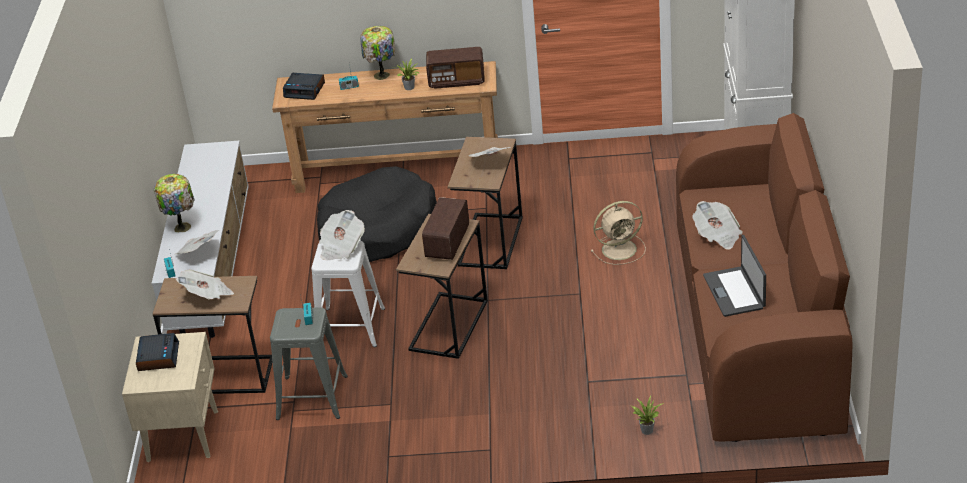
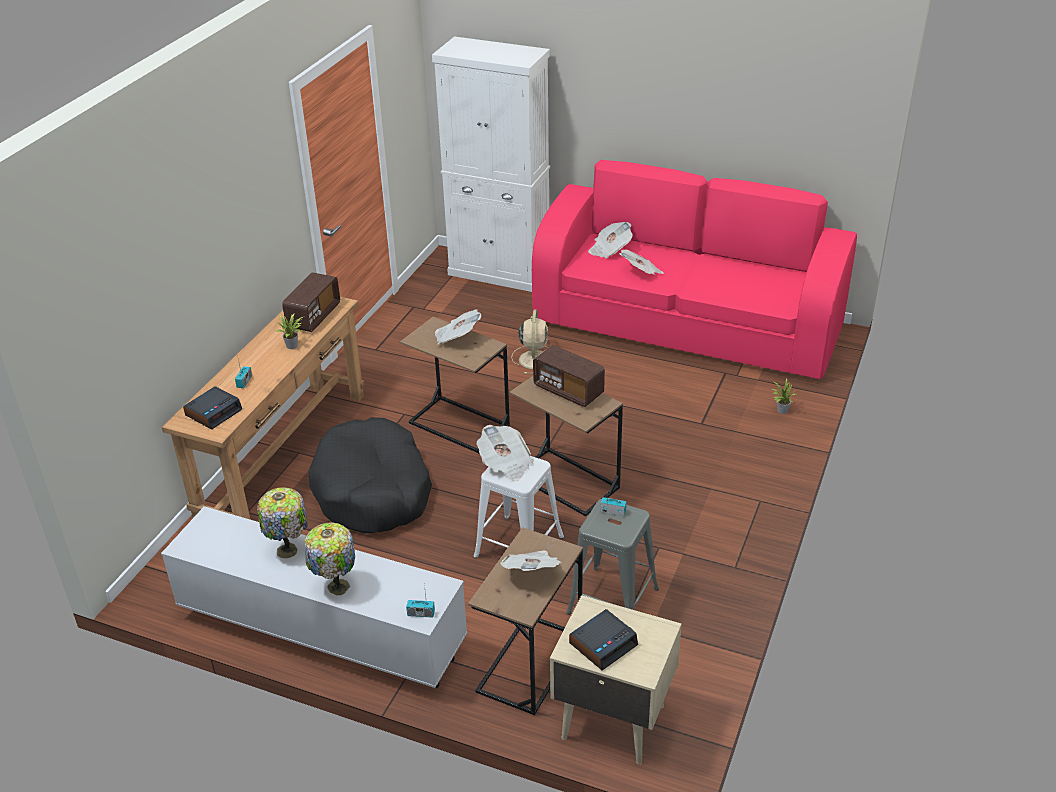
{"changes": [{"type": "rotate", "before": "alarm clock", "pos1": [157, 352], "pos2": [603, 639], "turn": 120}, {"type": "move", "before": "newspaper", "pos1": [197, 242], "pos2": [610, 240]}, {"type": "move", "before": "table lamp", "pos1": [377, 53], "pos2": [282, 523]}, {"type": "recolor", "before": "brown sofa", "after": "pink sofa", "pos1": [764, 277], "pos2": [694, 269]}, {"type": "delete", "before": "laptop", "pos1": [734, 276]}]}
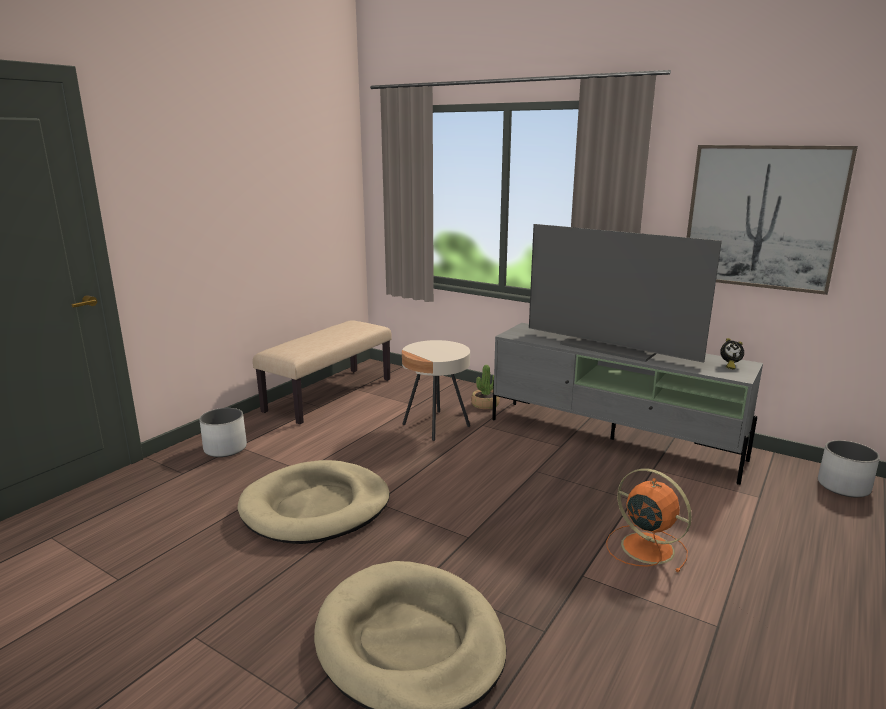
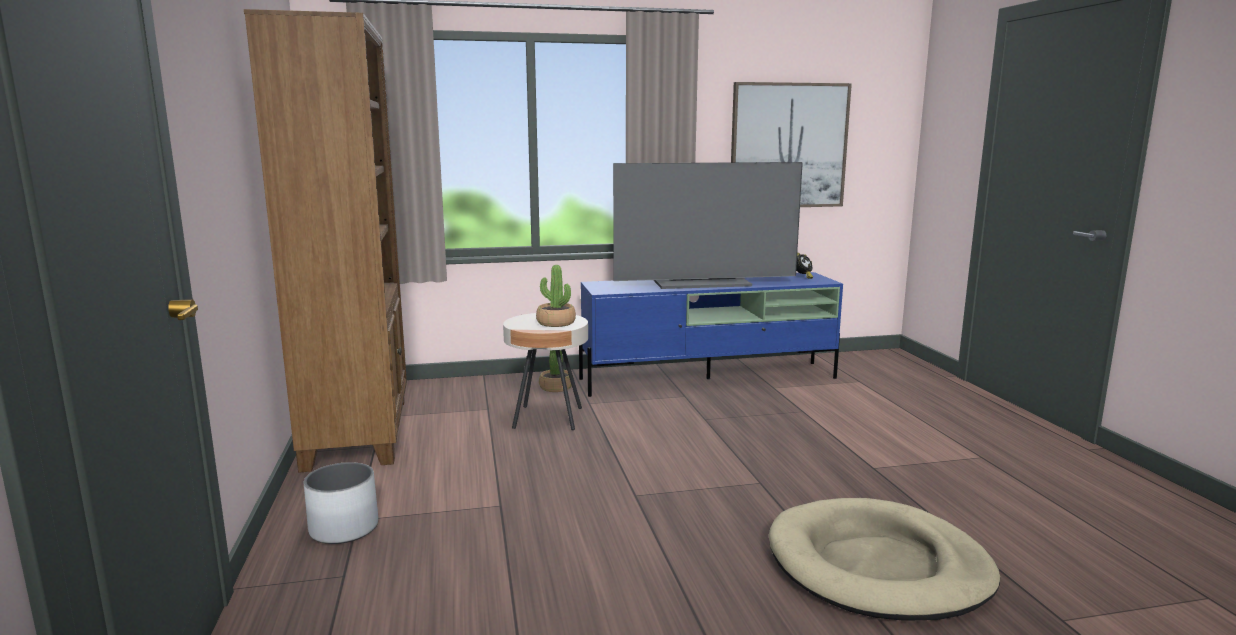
{"changes": [{"type": "delete", "before": "beige dog bed", "pos1": [313, 502]}, {"type": "replace", "before": "beige bench", "after": "brown bookcase", "pos1": [322, 372], "pos2": [325, 241]}, {"type": "recolor", "before": "grey tv stand", "after": "blue tv stand", "pos1": [627, 404], "pos2": [711, 334]}, {"type": "delete", "before": "orange fan", "pos1": [649, 521]}, {"type": "delete", "before": "white planter", "pos1": [849, 468]}, {"type": "insert", "after": "potted plant", "pos2": [556, 296]}]}
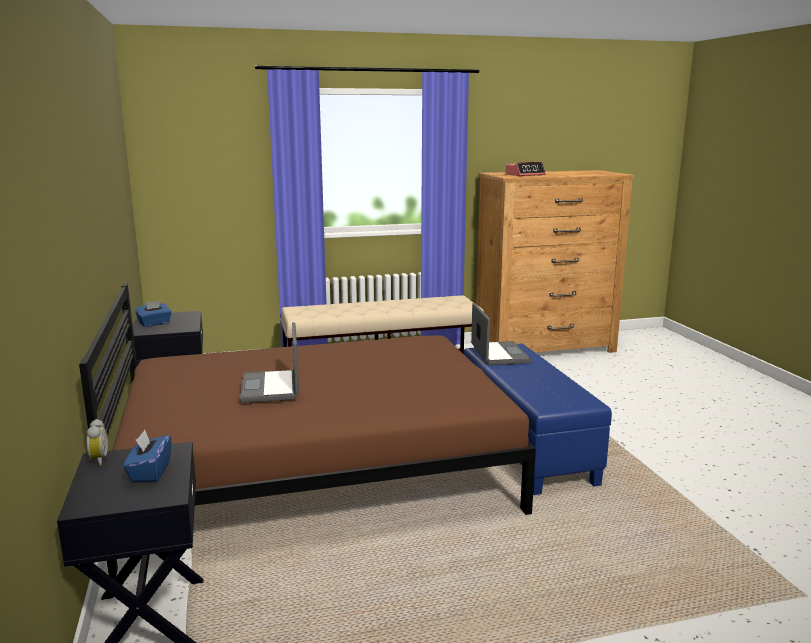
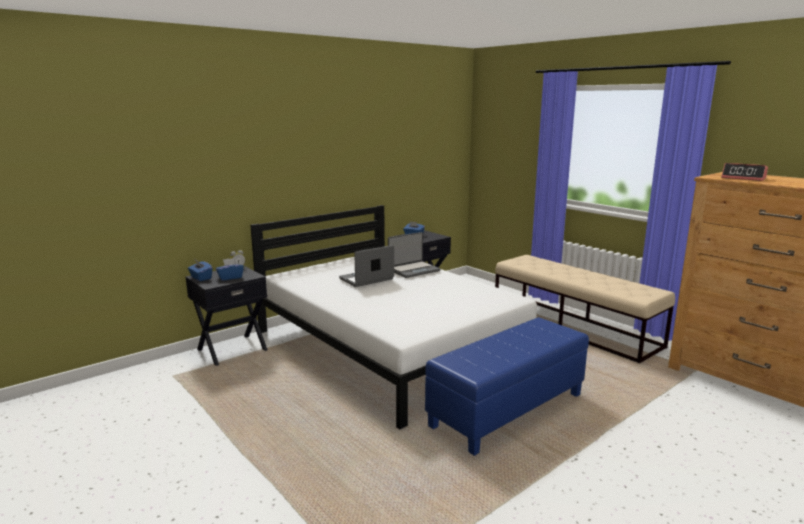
{"changes": [{"type": "recolor", "before": "brown bed", "after": "white bed", "pos1": [307, 431], "pos2": [393, 317]}, {"type": "move", "before": "laptop", "pos1": [501, 334], "pos2": [414, 255]}, {"type": "insert", "after": "blue tissue box", "pos2": [200, 270]}]}
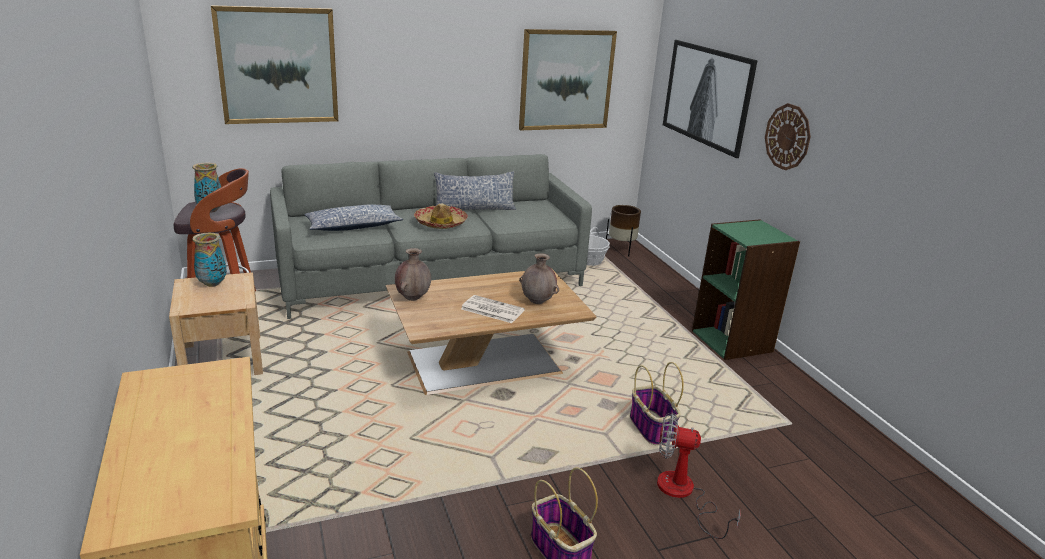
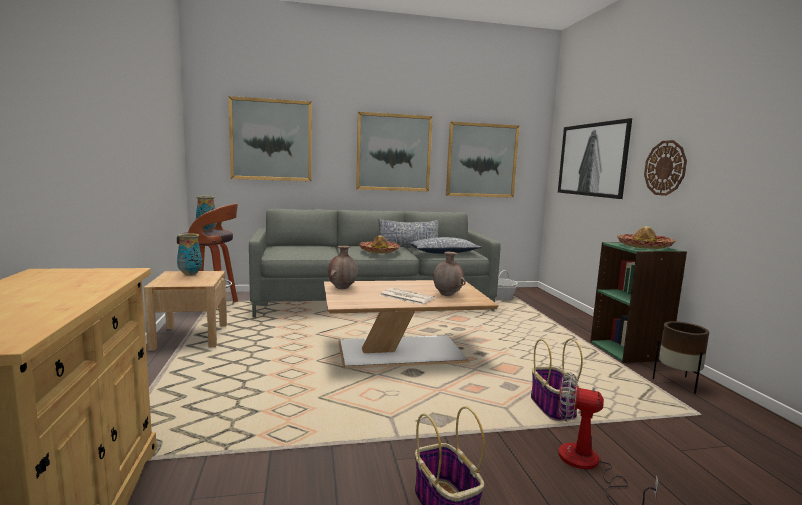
{"changes": [{"type": "move", "before": "pillow", "pos1": [353, 218], "pos2": [445, 245]}, {"type": "move", "before": "brown planter", "pos1": [623, 231], "pos2": [680, 357]}, {"type": "insert", "after": "picture", "pos2": [394, 151]}, {"type": "insert", "after": "hat", "pos2": [646, 237]}]}
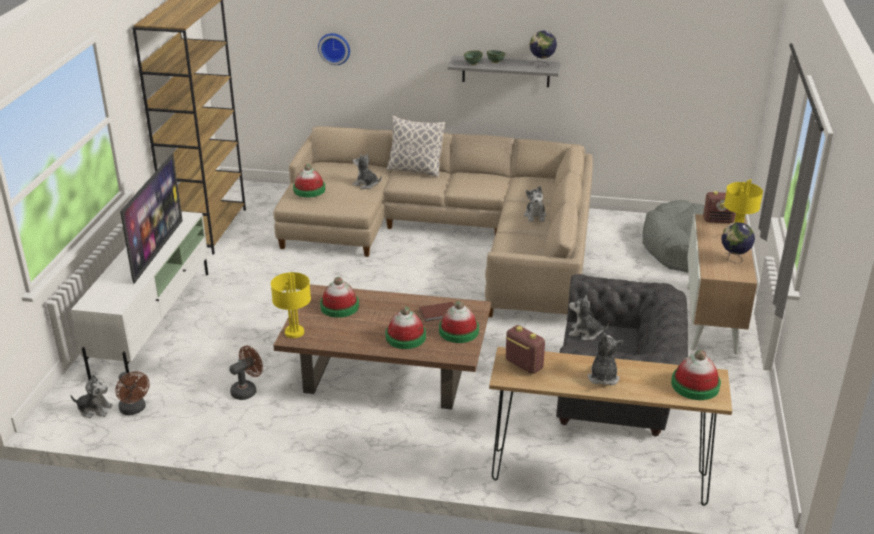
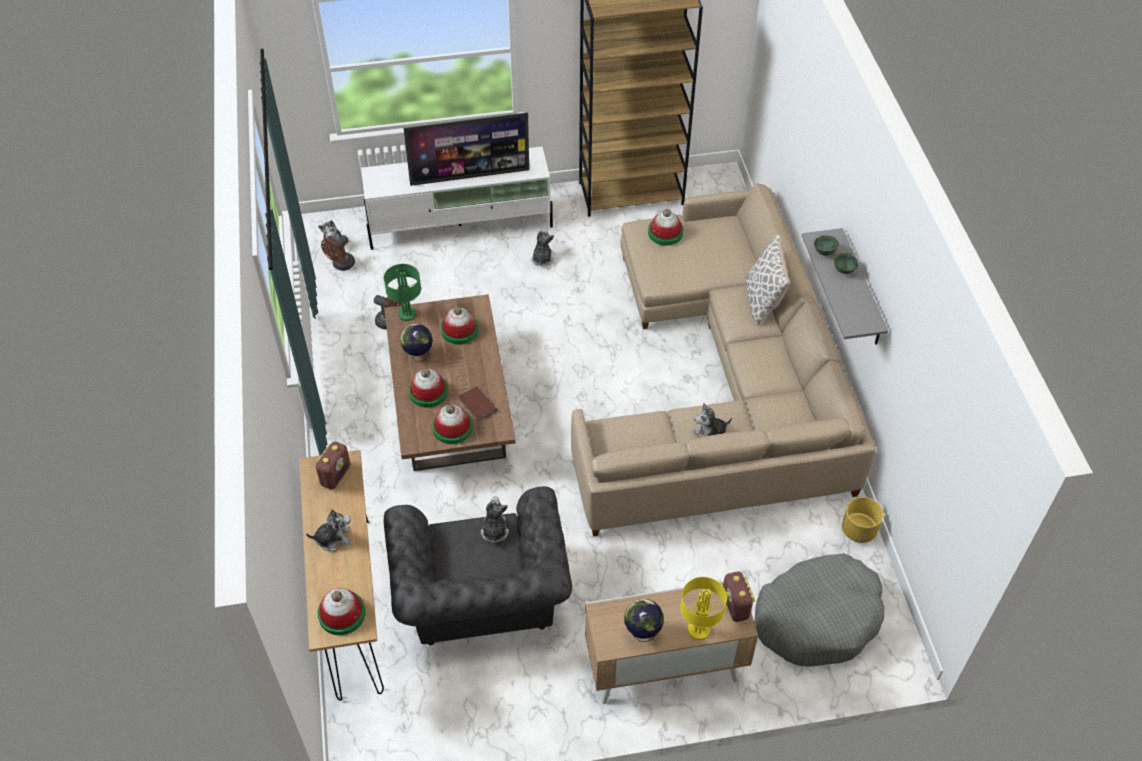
{"changes": [{"type": "recolor", "before": "yellow table lamp", "after": "green table lamp", "pos1": [291, 305], "pos2": [402, 292]}, {"type": "delete", "before": "wall clock", "pos1": [334, 49]}, {"type": "move", "before": "plush toy", "pos1": [367, 171], "pos2": [542, 247]}, {"type": "move", "before": "globe", "pos1": [543, 49], "pos2": [416, 343]}, {"type": "insert", "after": "yellow planter", "pos2": [862, 520]}]}
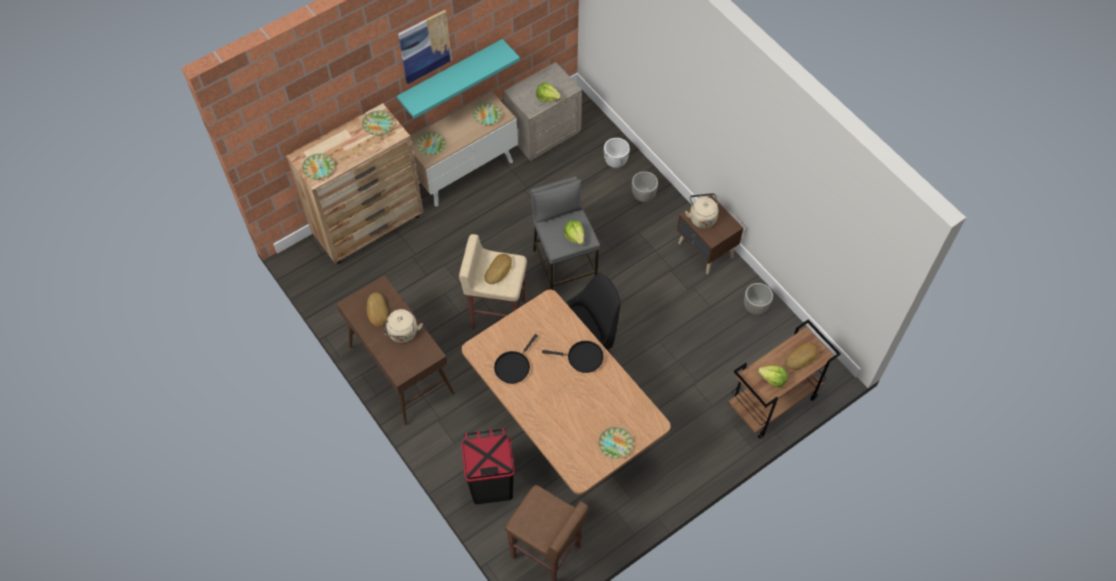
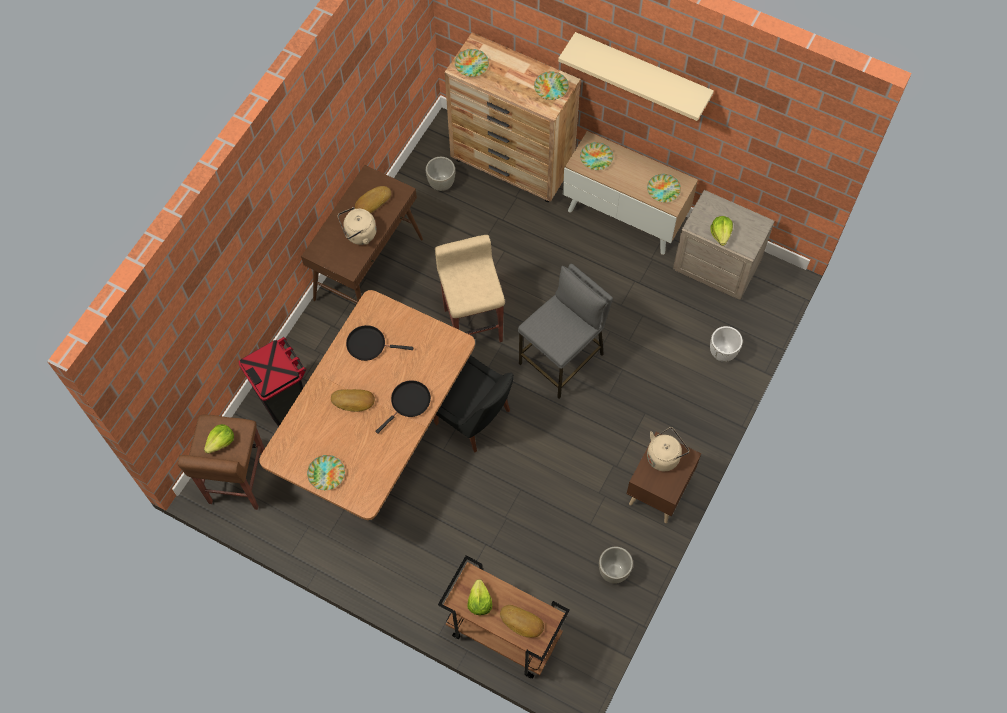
{"changes": [{"type": "delete", "before": "turquoise shelf", "pos1": [458, 78]}, {"type": "replace", "before": "picture", "after": "beige shelf", "pos1": [425, 47], "pos2": [636, 76]}, {"type": "move", "before": "bread", "pos1": [498, 269], "pos2": [353, 400]}, {"type": "rotate", "before": "black frying pan", "pos1": [573, 357], "pos2": [403, 407], "turn": -120}, {"type": "move", "before": "lettuce", "pos1": [574, 232], "pos2": [219, 439]}, {"type": "move", "before": "grey planter", "pos1": [645, 186], "pos2": [440, 174]}]}
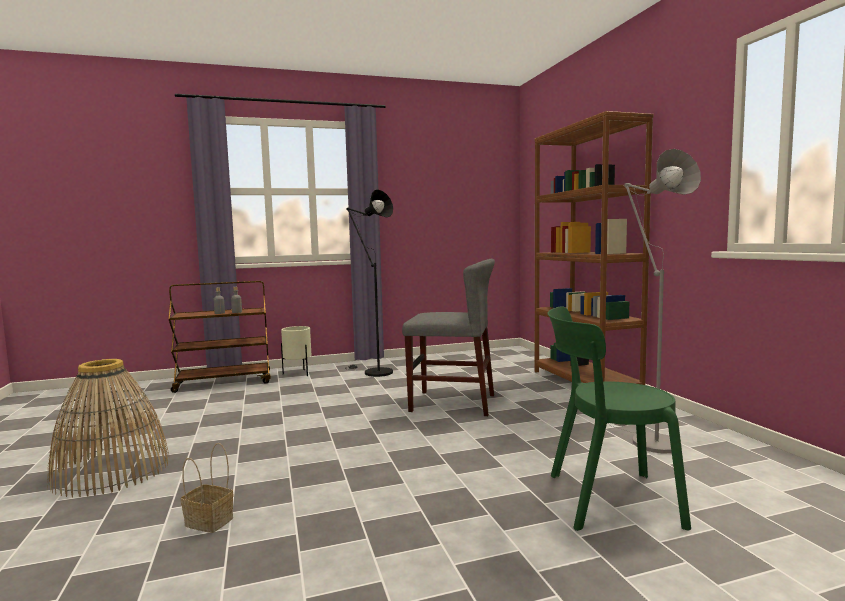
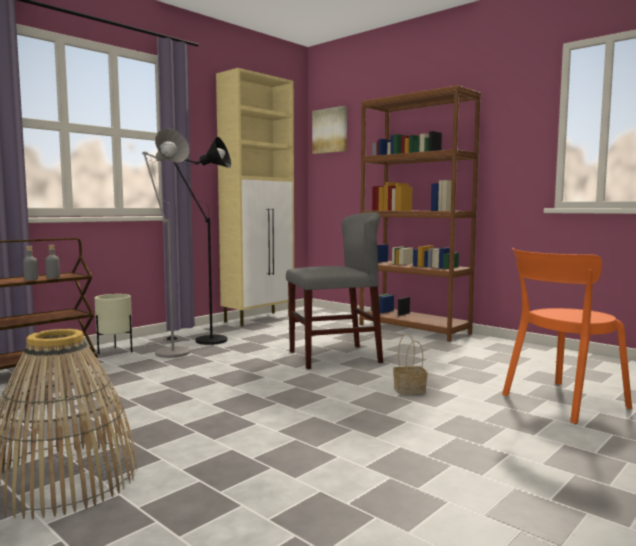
{"changes": [{"type": "move", "before": "basket", "pos1": [207, 488], "pos2": [410, 364]}, {"type": "recolor", "before": "green chair", "after": "orange chair", "pos1": [619, 418], "pos2": [567, 336]}, {"type": "move", "before": "grey floor lamp", "pos1": [656, 301], "pos2": [166, 243]}, {"type": "insert", "after": "beige cabinet", "pos2": [255, 197]}, {"type": "insert", "after": "picture", "pos2": [329, 130]}]}
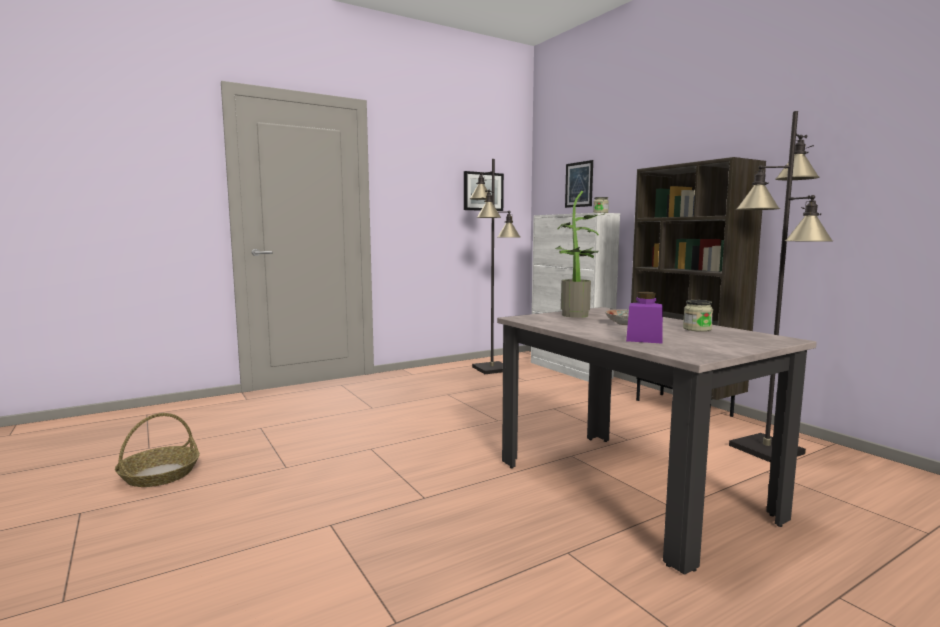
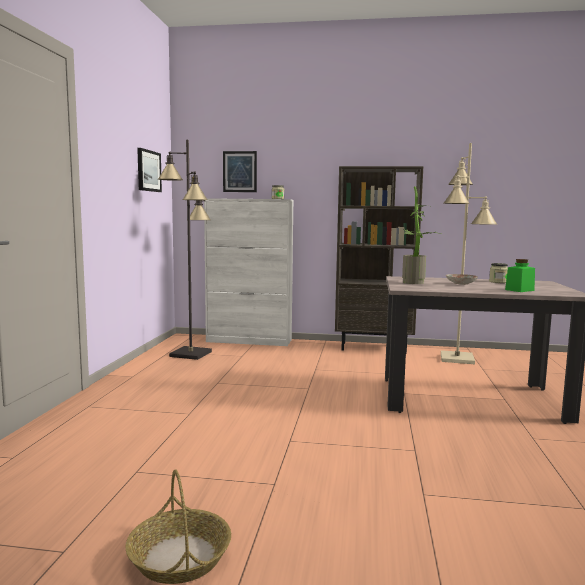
{"changes": [{"type": "recolor", "before": "purple jar", "after": "green jar", "pos1": [644, 317], "pos2": [520, 275]}, {"type": "recolor", "before": "black floor lamp", "after": "beige floor lamp", "pos1": [781, 287], "pos2": [469, 253]}]}
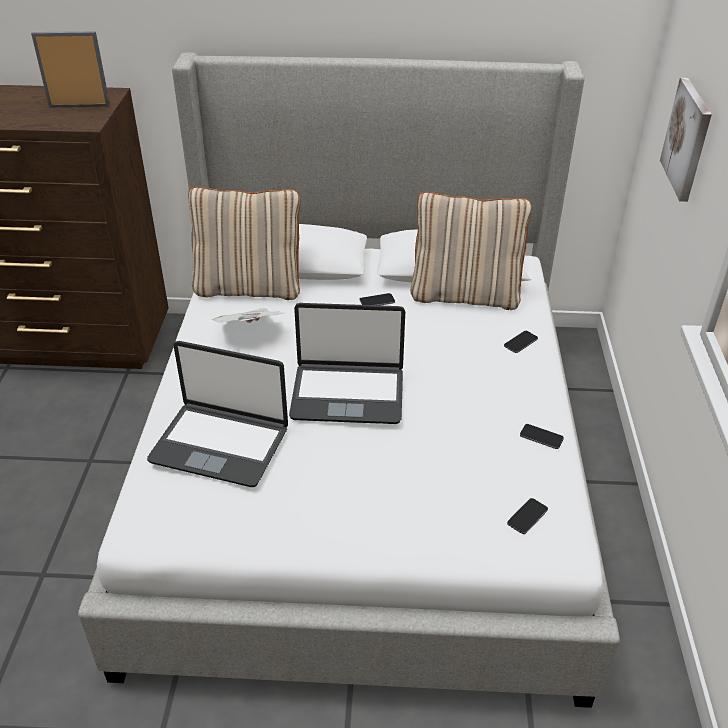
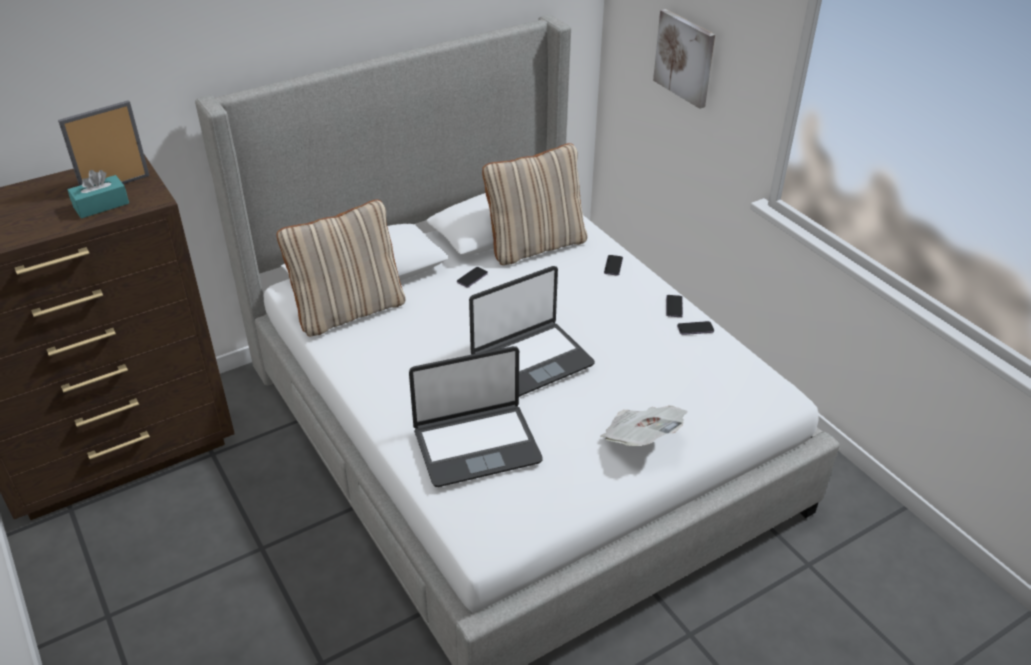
{"changes": [{"type": "move", "before": "newspaper", "pos1": [247, 315], "pos2": [643, 426]}, {"type": "move", "before": "phone", "pos1": [527, 516], "pos2": [674, 306]}, {"type": "insert", "after": "turquoise tissue box", "pos2": [98, 194]}]}
